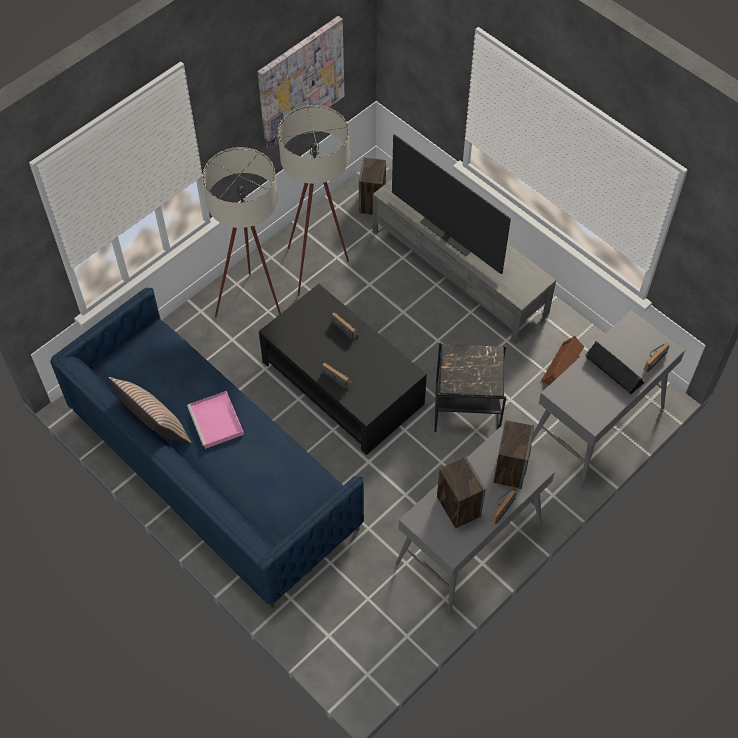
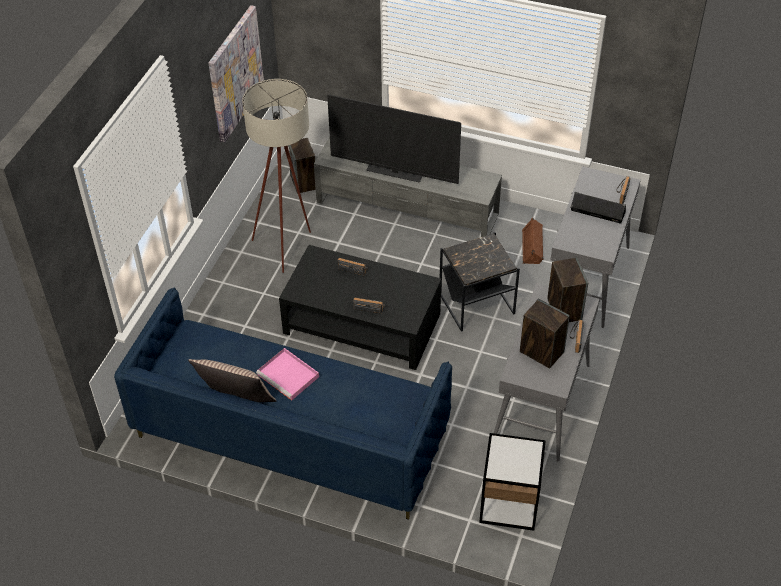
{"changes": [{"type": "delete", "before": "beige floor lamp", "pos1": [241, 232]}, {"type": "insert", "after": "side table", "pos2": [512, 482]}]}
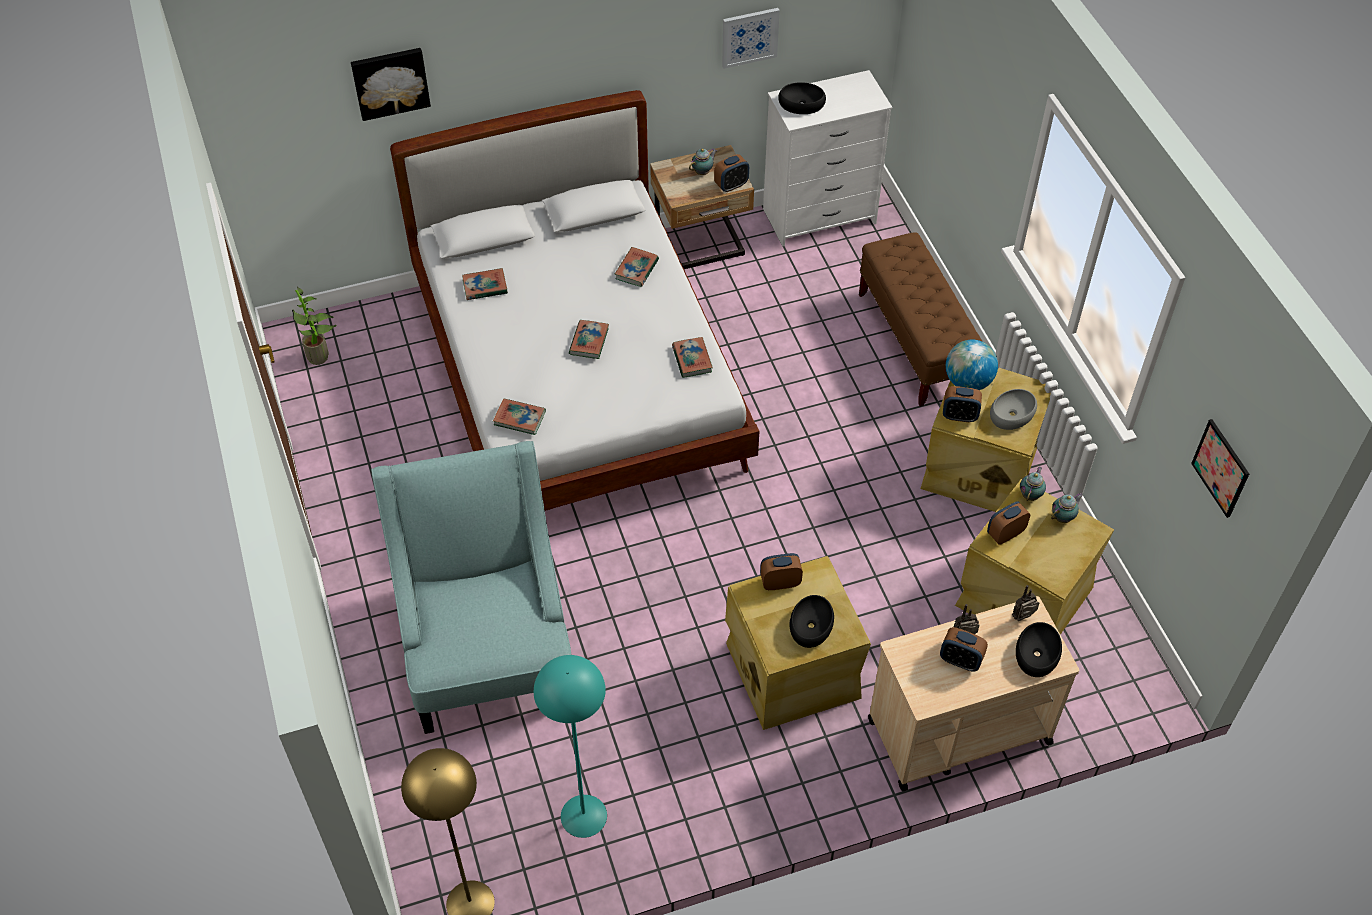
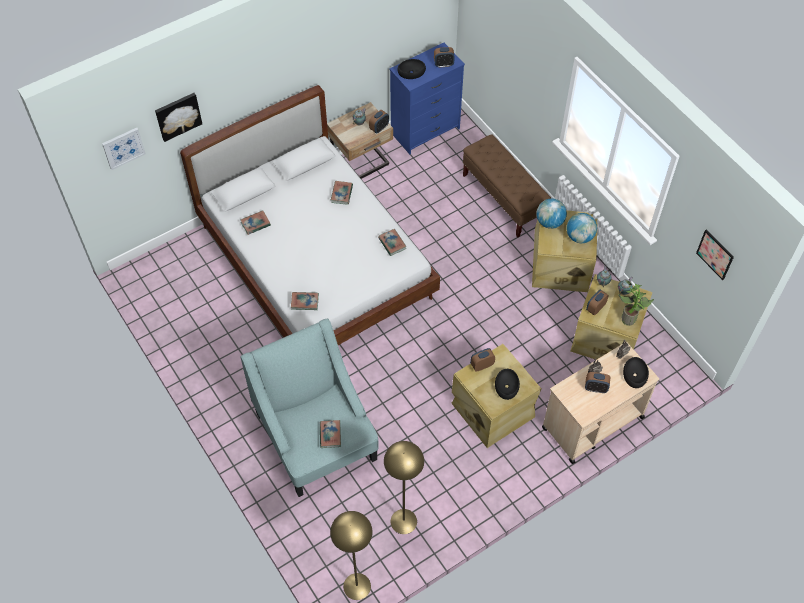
{"changes": [{"type": "move", "before": "potted plant", "pos1": [314, 326], "pos2": [636, 303]}, {"type": "recolor", "before": "turquoise floor lamp", "after": "yellow floor lamp", "pos1": [570, 746], "pos2": [404, 487]}, {"type": "move", "before": "book", "pos1": [589, 339], "pos2": [330, 434]}, {"type": "move", "before": "picture", "pos1": [751, 38], "pos2": [124, 149]}, {"type": "recolor", "before": "white dresser", "after": "blue dresser", "pos1": [827, 158], "pos2": [427, 98]}, {"type": "move", "before": "alarm clock", "pos1": [962, 404], "pos2": [444, 57]}, {"type": "replace", "before": "grey bowl", "after": "globe", "pos1": [1013, 409], "pos2": [582, 228]}]}
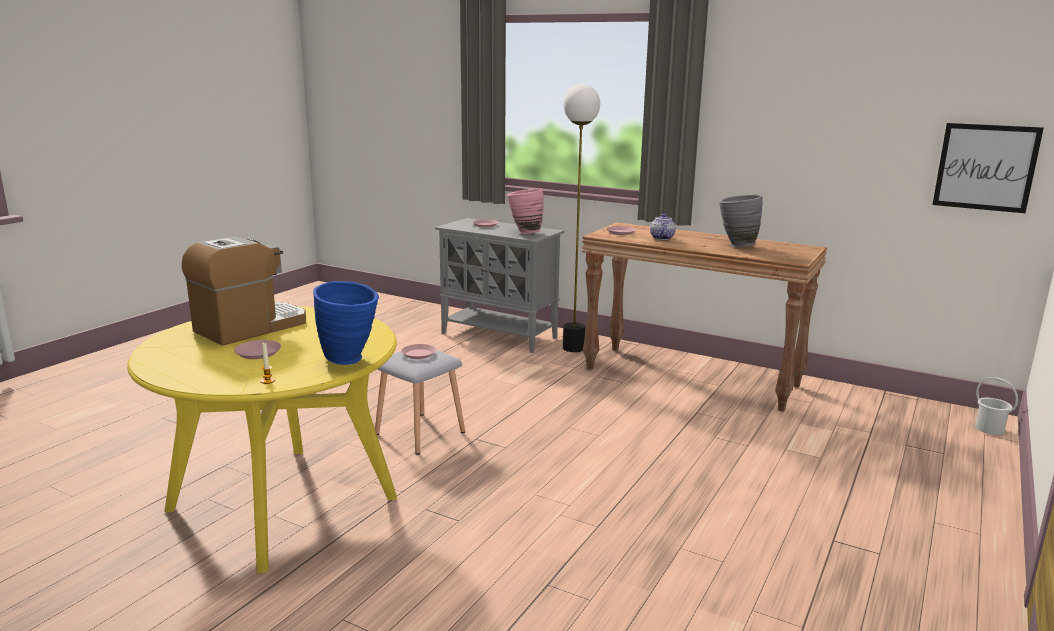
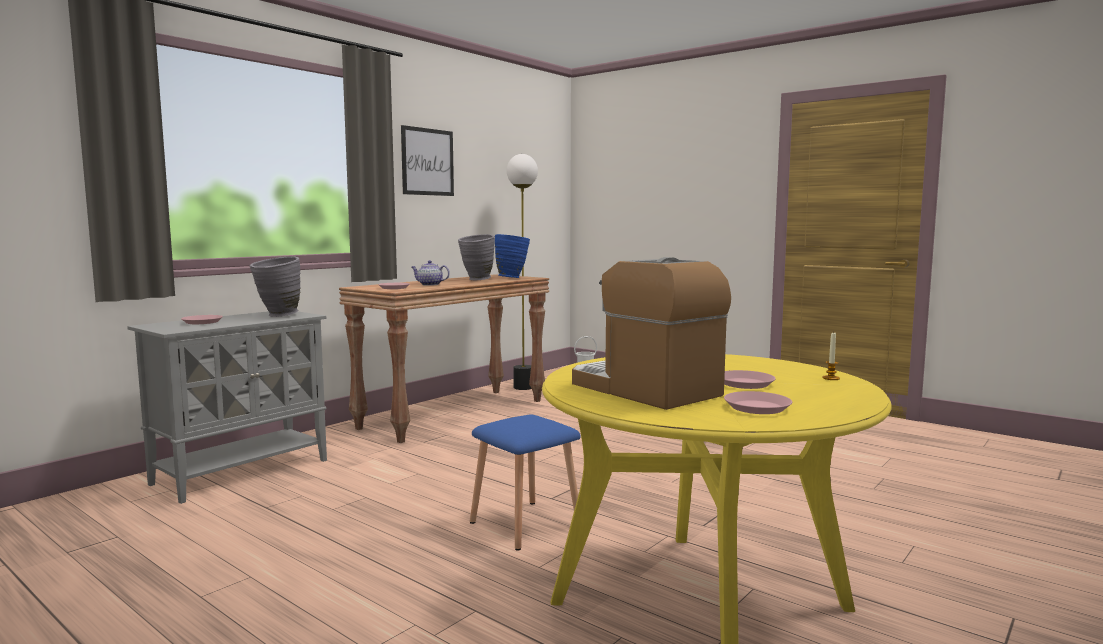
{"changes": [{"type": "move", "before": "blue vase", "pos1": [346, 323], "pos2": [512, 256]}, {"type": "recolor", "before": "grey stool", "after": "blue stool", "pos1": [420, 402], "pos2": [525, 482]}, {"type": "move", "before": "pink plate", "pos1": [418, 351], "pos2": [758, 402]}, {"type": "recolor", "before": "pink vase", "after": "grey vase", "pos1": [525, 211], "pos2": [275, 286]}, {"type": "move", "before": "floor lamp", "pos1": [581, 218], "pos2": [522, 272]}, {"type": "move", "before": "picture", "pos1": [988, 168], "pos2": [427, 160]}]}
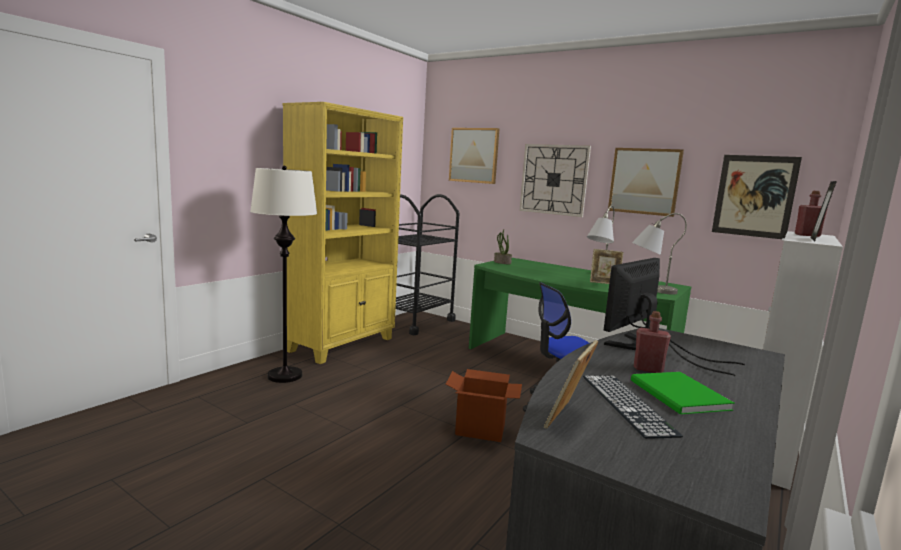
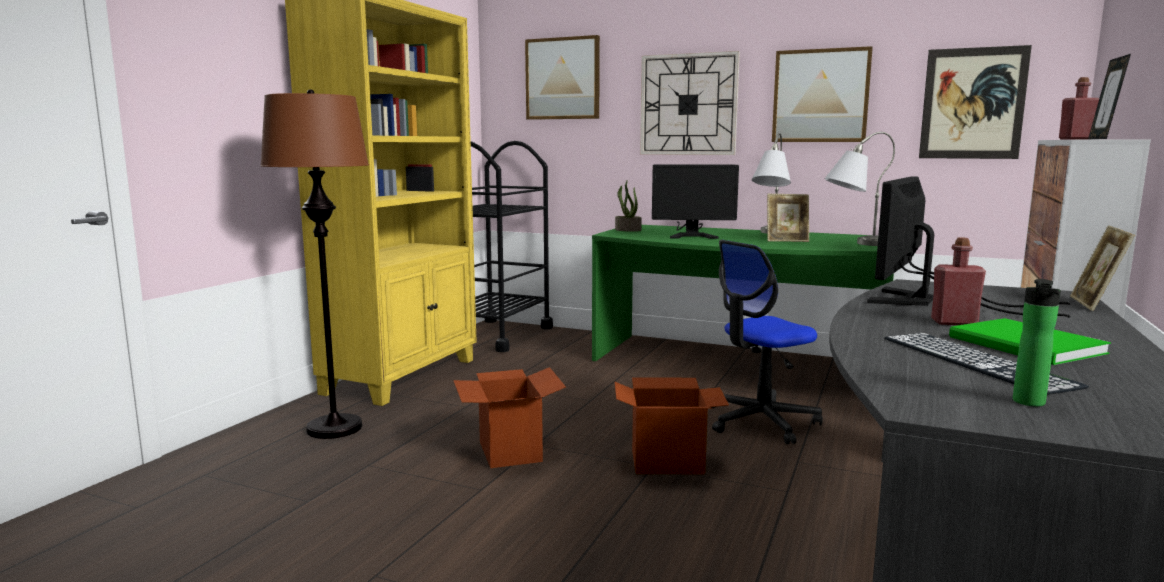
{"changes": [{"type": "recolor", "before": "white floor lamp", "after": "brown floor lamp", "pos1": [284, 274], "pos2": [314, 264]}, {"type": "move", "before": "picture frame", "pos1": [571, 384], "pos2": [1102, 268]}, {"type": "insert", "after": "cardboard box", "pos2": [509, 417]}, {"type": "insert", "after": "monitor", "pos2": [695, 201]}, {"type": "insert", "after": "bottle", "pos2": [1037, 343]}]}
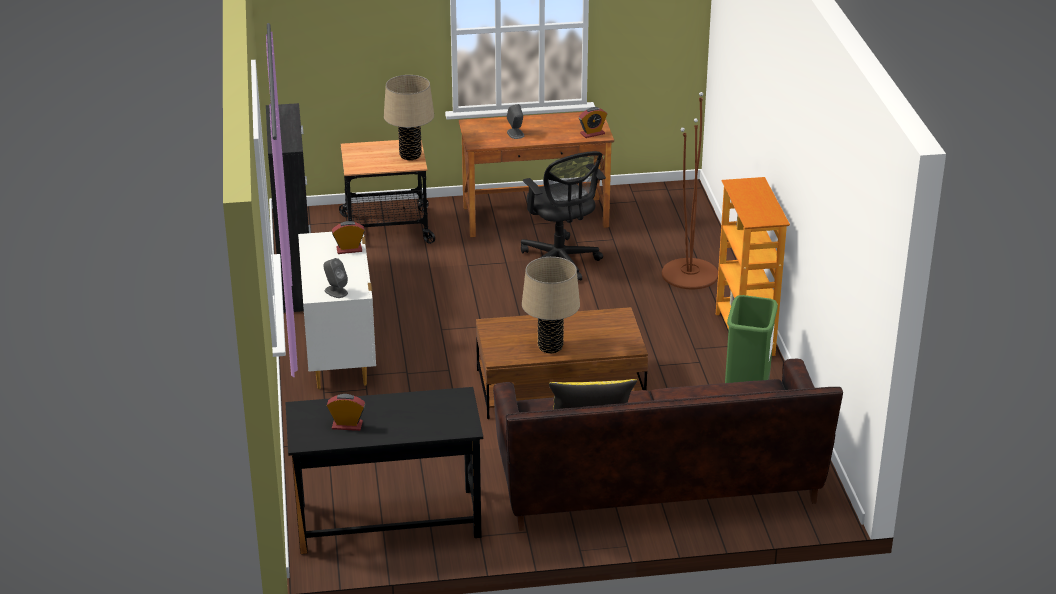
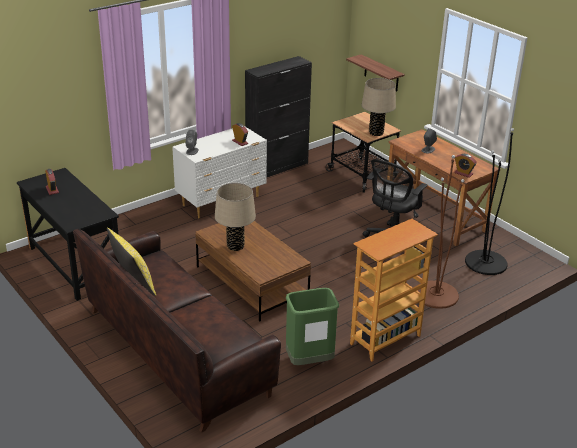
{"changes": [{"type": "insert", "after": "shelf", "pos2": [375, 72]}, {"type": "insert", "after": "black floor lamp", "pos2": [489, 201]}]}
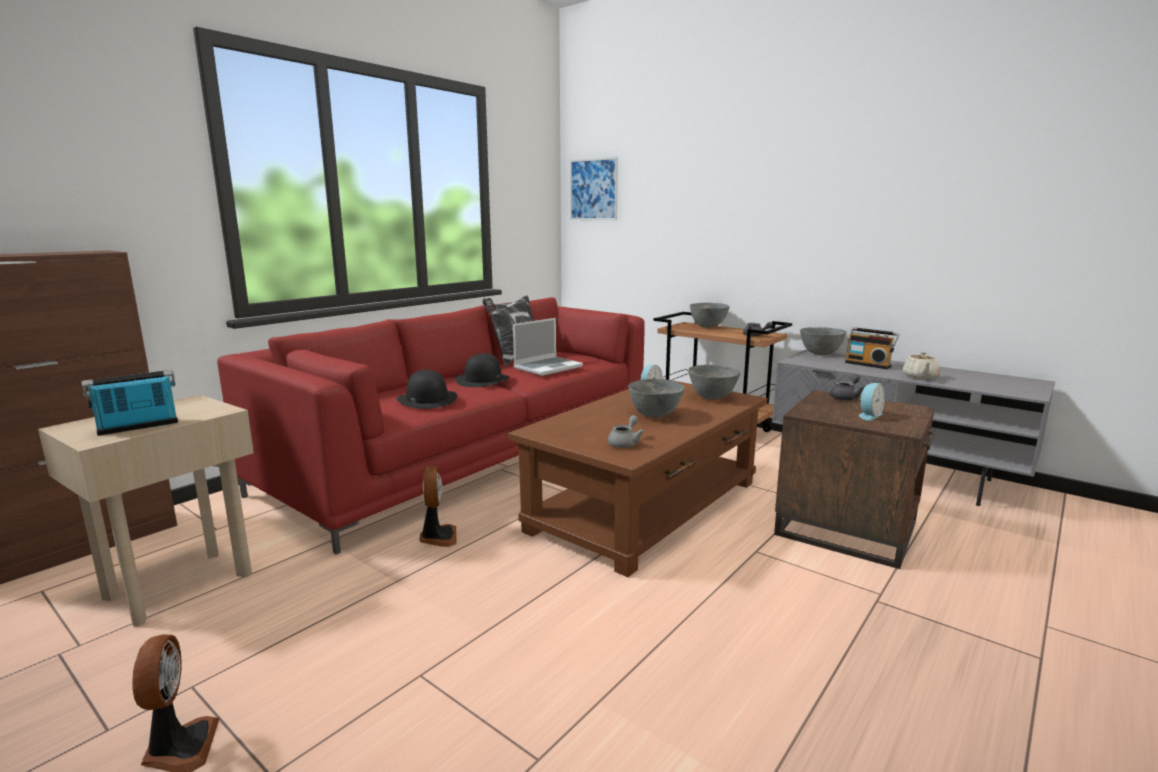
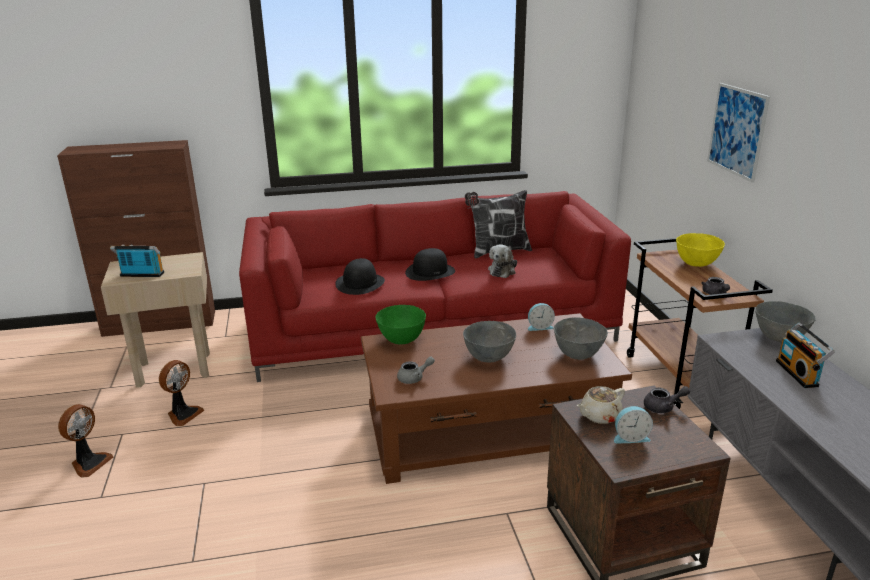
{"changes": [{"type": "move", "before": "fan", "pos1": [437, 506], "pos2": [181, 393]}, {"type": "replace", "before": "laptop", "after": "plush toy", "pos1": [548, 347], "pos2": [502, 261]}, {"type": "move", "before": "picture", "pos1": [594, 188], "pos2": [738, 133]}, {"type": "recolor", "before": "grey bowl", "after": "yellow bowl", "pos1": [710, 315], "pos2": [700, 250]}, {"type": "move", "before": "beige teapot", "pos1": [921, 365], "pos2": [601, 405]}, {"type": "insert", "after": "green bowl", "pos2": [401, 324]}]}
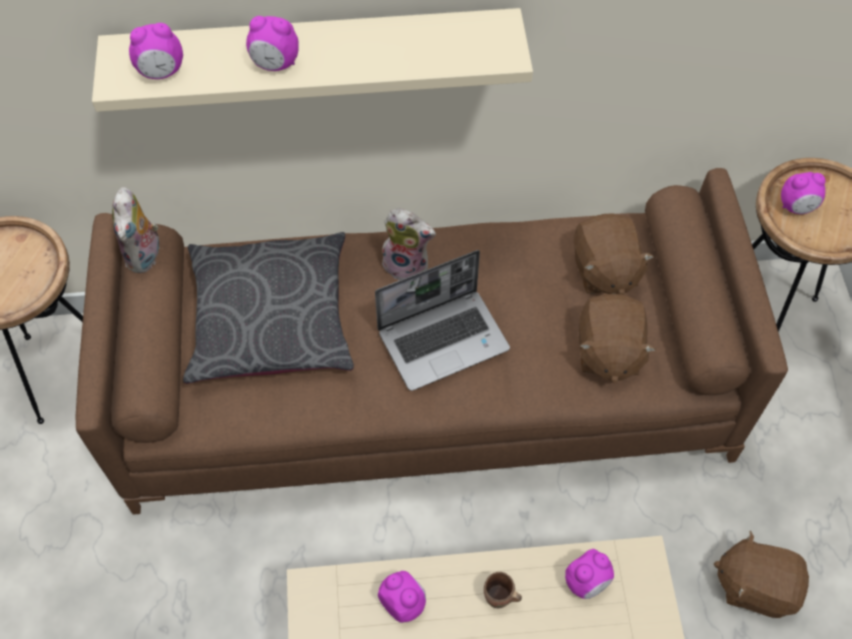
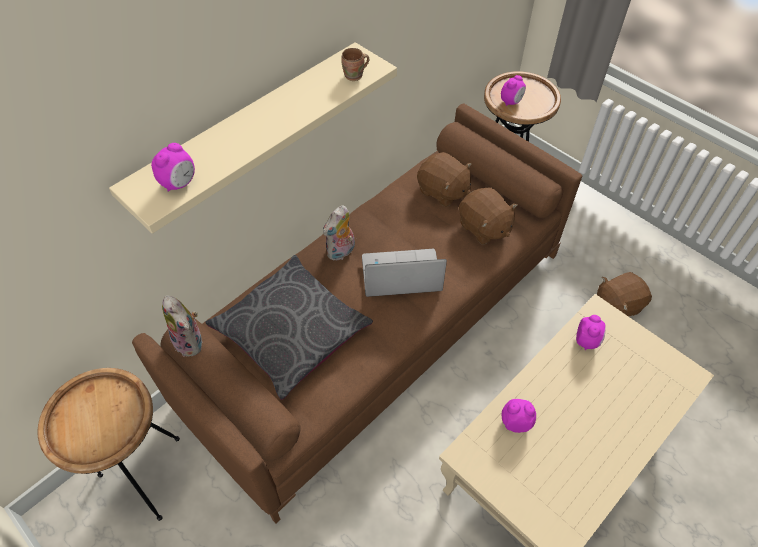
{"changes": [{"type": "delete", "before": "alarm clock", "pos1": [272, 43]}, {"type": "rotate", "before": "laptop", "pos1": [442, 320], "pos2": [404, 273], "turn": -120}, {"type": "rotate", "before": "plush toy", "pos1": [409, 244], "pos2": [339, 233], "turn": 150}, {"type": "move", "before": "brown mug", "pos1": [503, 590], "pos2": [355, 64]}]}
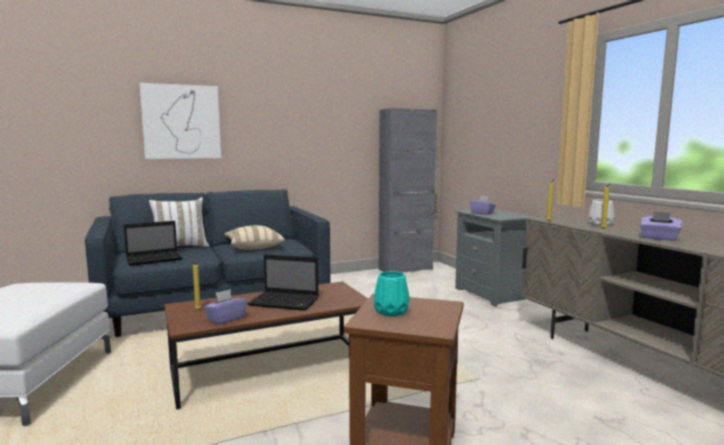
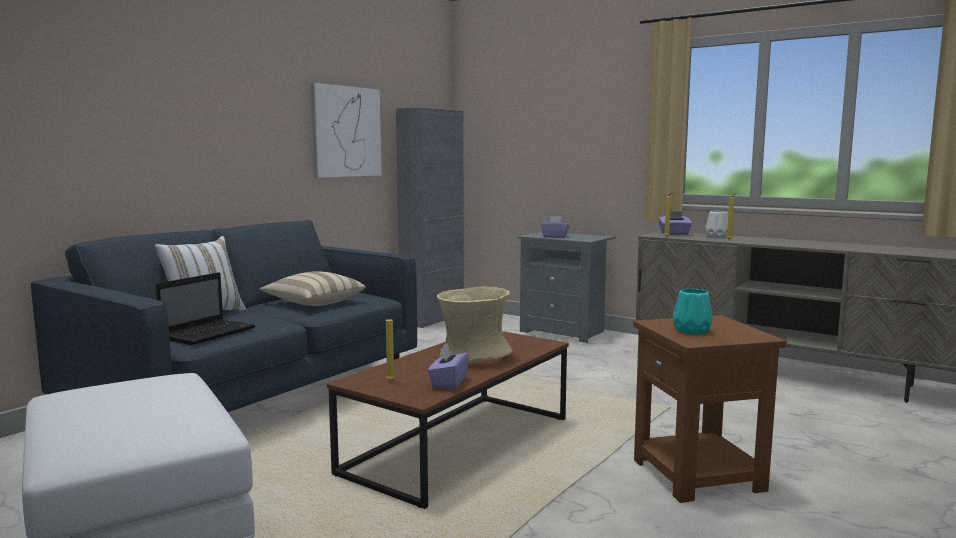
{"changes": [{"type": "move", "before": "picture", "pos1": [180, 120], "pos2": [346, 130]}, {"type": "replace", "before": "laptop", "after": "beige vase", "pos1": [283, 282], "pos2": [475, 325]}, {"type": "move", "before": "purple tissue box", "pos1": [661, 226], "pos2": [675, 223]}]}
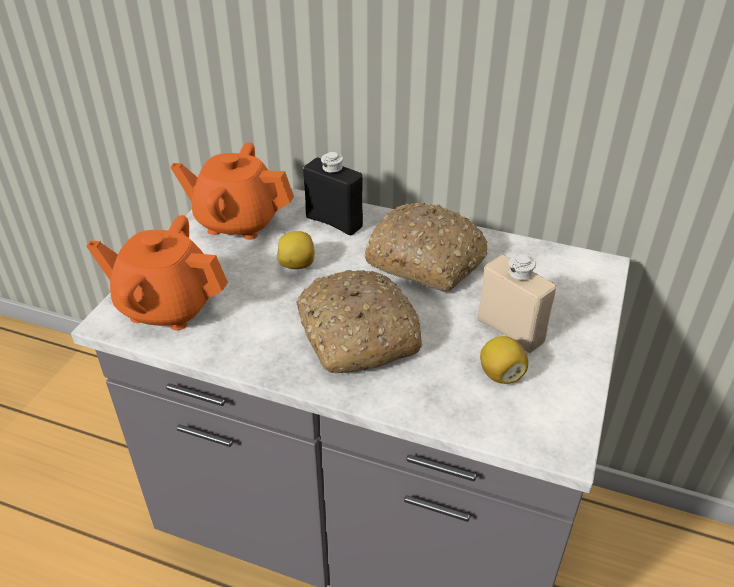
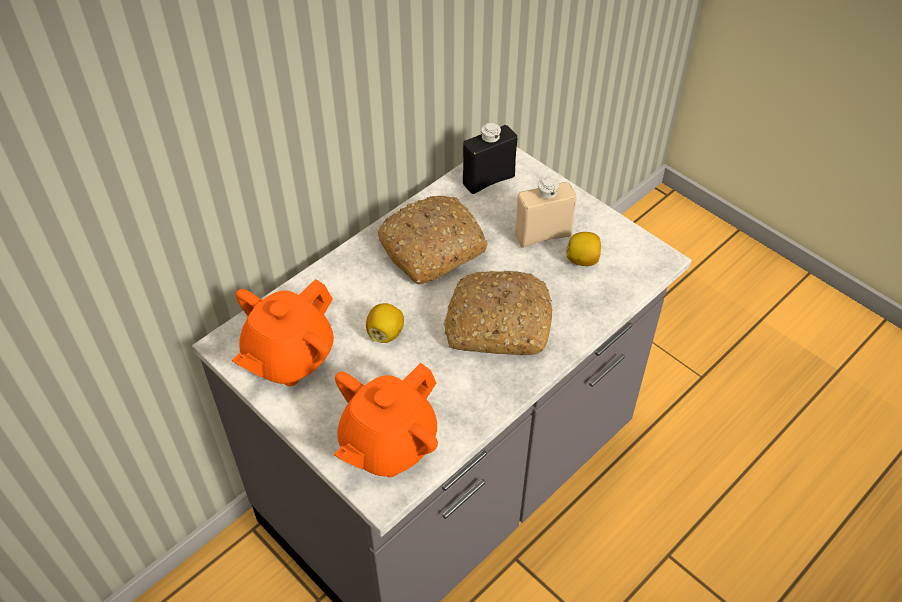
{"changes": [{"type": "move", "before": "black bottle", "pos1": [333, 193], "pos2": [490, 158]}]}
